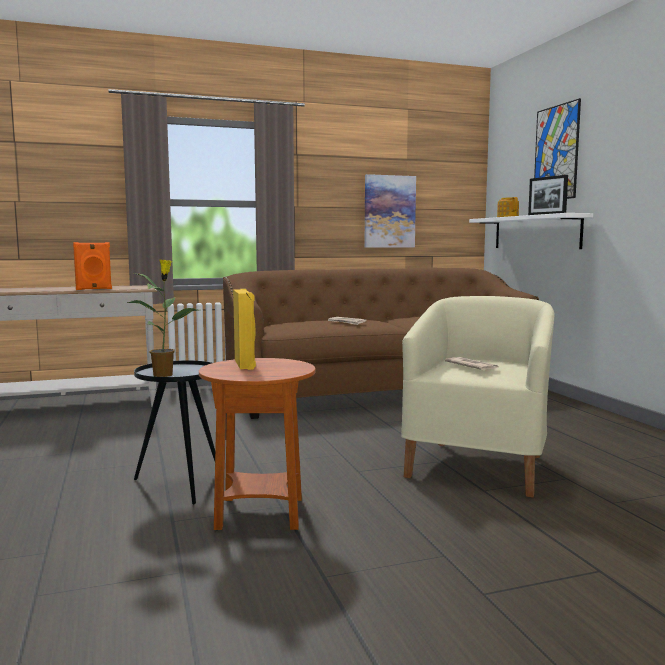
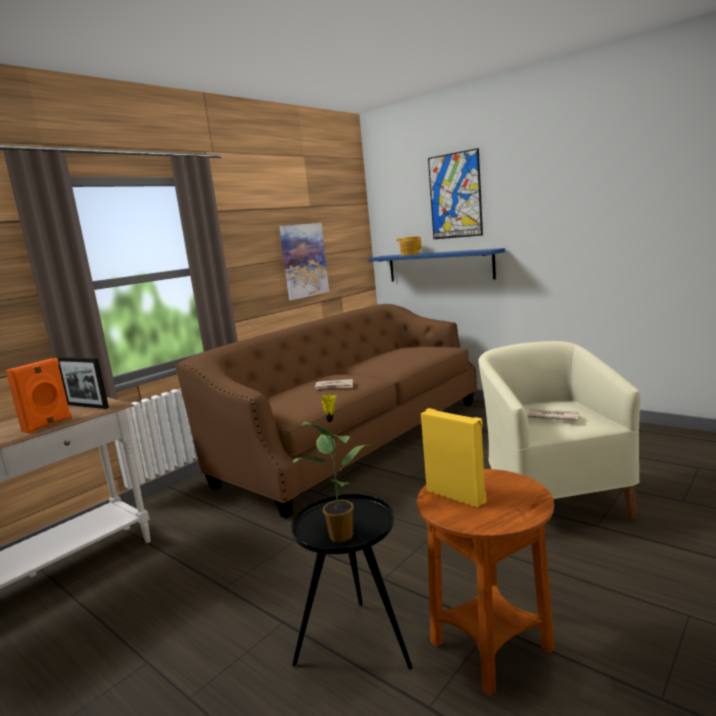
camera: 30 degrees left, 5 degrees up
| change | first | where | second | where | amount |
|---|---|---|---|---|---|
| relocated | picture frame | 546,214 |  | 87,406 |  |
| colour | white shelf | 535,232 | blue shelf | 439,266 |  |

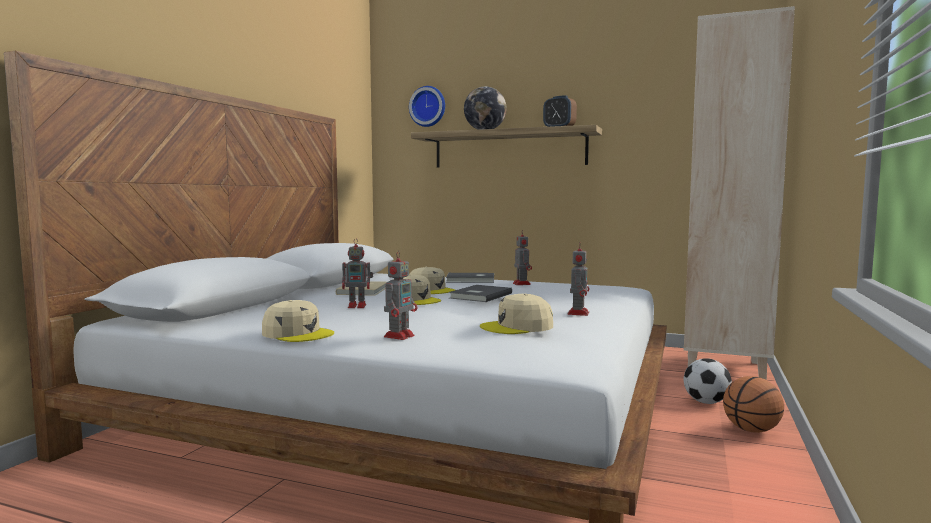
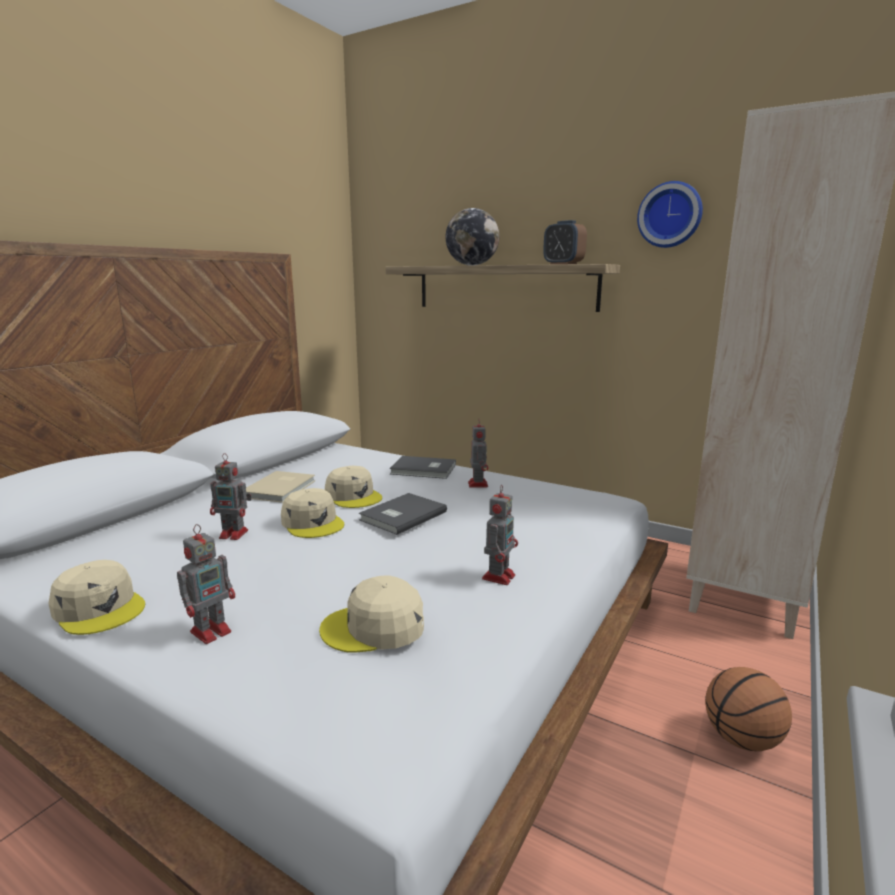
camera: 10 degrees right, 10 degrees up
| change | first | where | second | where | amount |
|---|---|---|---|---|---|
| relocated | wall clock | 428,106 |  | 670,215 |  |
| missing | football | 706,402 |  |  |  |

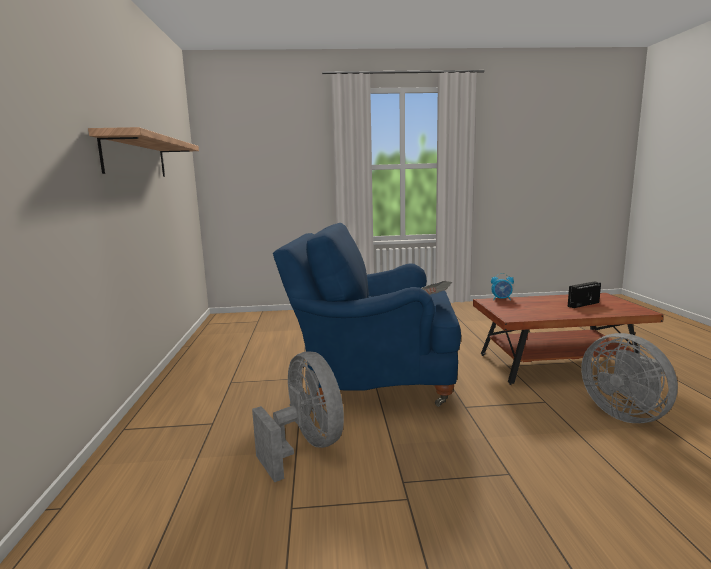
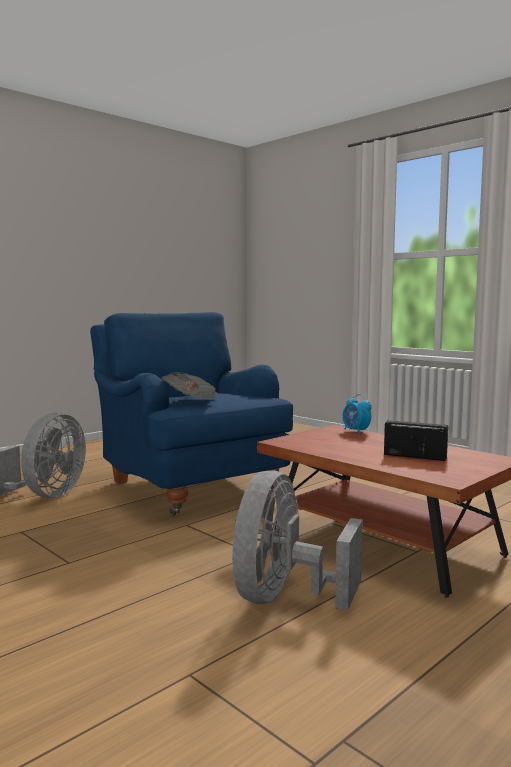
camera: 50 degrees right, 5 degrees down
| change | first | where | second | where | amount |
|---|---|---|---|---|---|
| missing | shelf | 135,157 |  |  |  |

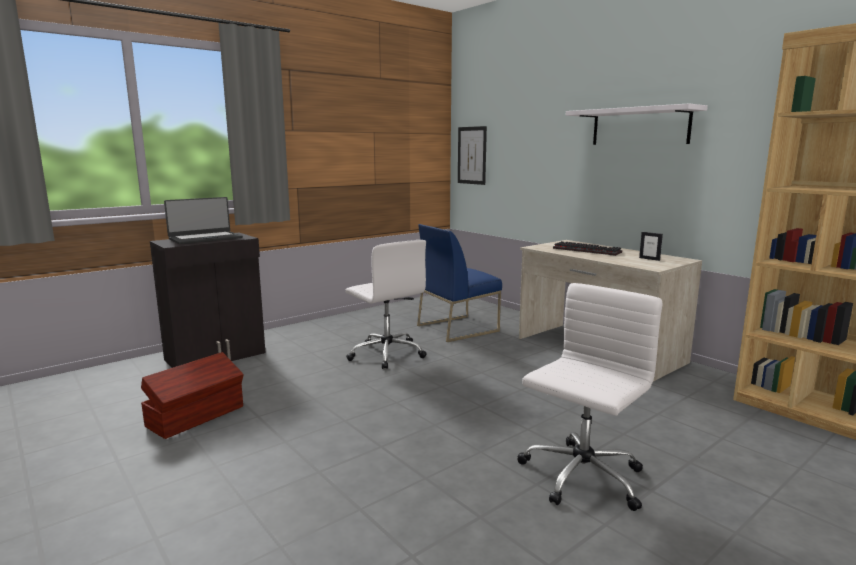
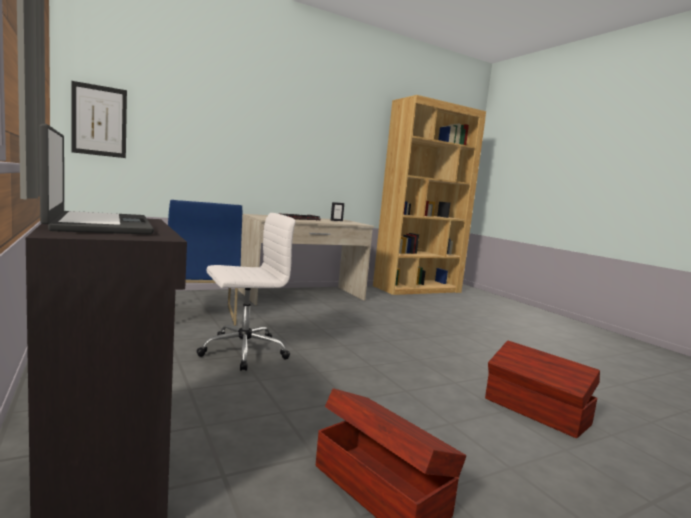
camera: 80 degrees left, 5 degrees down
| change | first | where | second | where | amount |
|---|---|---|---|---|---|
| appeared |  |  | brown storage box | 536,412 |  |
| missing | white office chair | 580,477 |  |  |  |
| missing | white shelf | 639,126 |  |  |  |

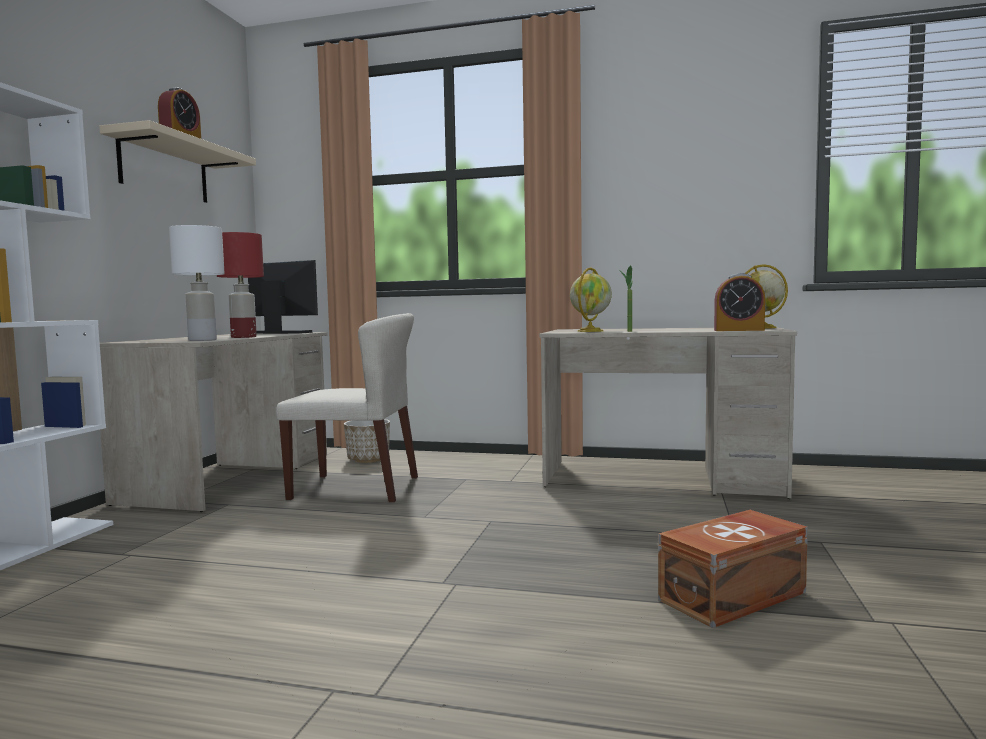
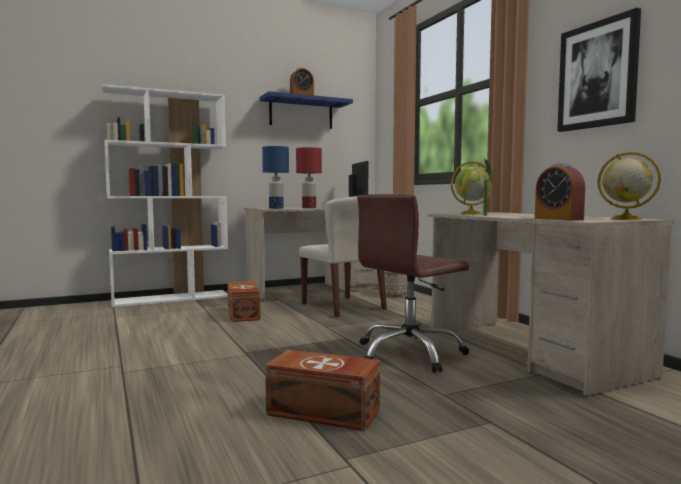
camera: 50 degrees right, 0 degrees up
| change | first | where | second | where | amount |
|---|---|---|---|---|---|
| appeared |  |  | brown storage box | 242,314 |  |
| colour | beige shelf | 164,169 | blue shelf | 301,113 |  |
| colour | white table lamp | 202,340 | blue table lamp | 275,208 |  |
| appeared |  |  | brown office chair | 410,354 |  |
| appeared |  |  | picture | 597,75 |  |

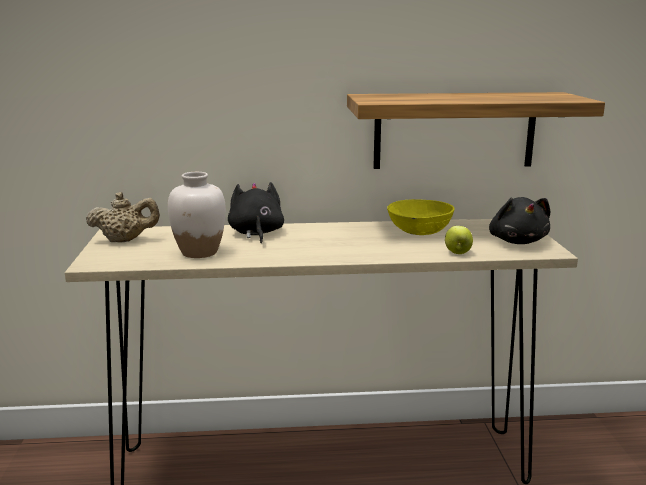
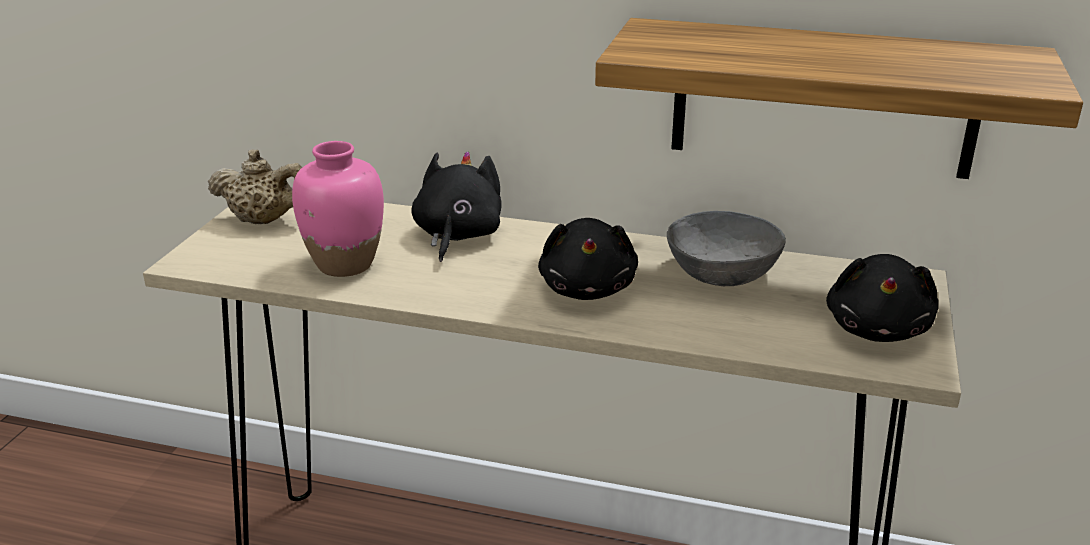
camera: 20 degrees right, 10 degrees up
| change | first | where | second | where | amount |
|---|---|---|---|---|---|
| colour | white vase | 199,252 | pink vase | 344,264 |  |
| appeared |  |  | black plush toy | 588,289 |  |
| colour | yellow bowl | 420,231 | grey bowl | 724,273 |  |
| missing | apple | 457,253 |  |  |  |

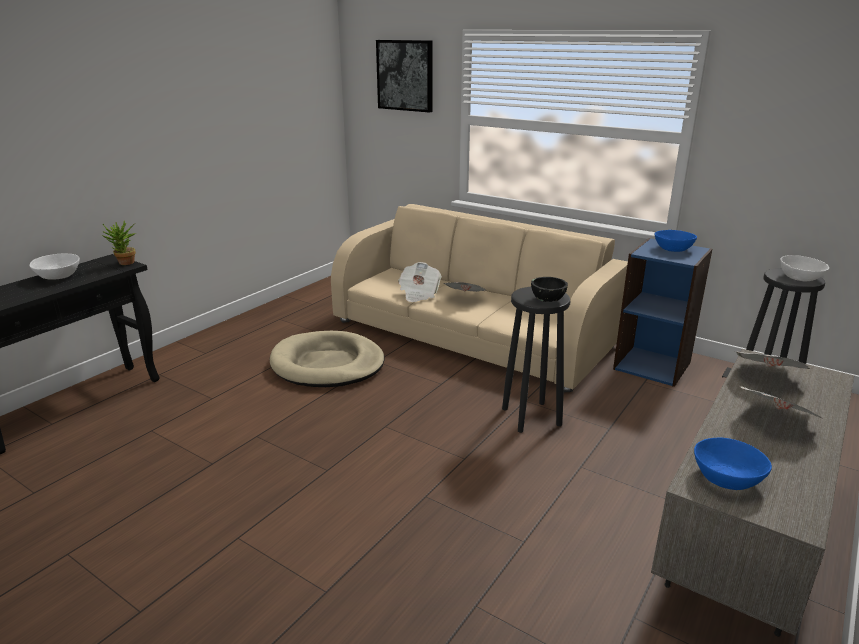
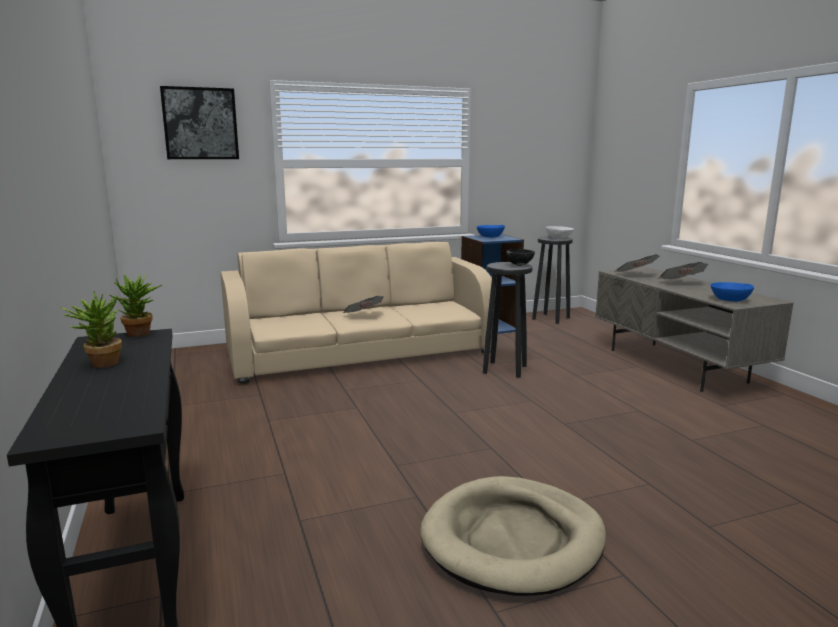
camera: 55 degrees left, 10 degrees down
| change | first | where | second | where | amount |
|---|---|---|---|---|---|
| exchanged | white bowl | 59,276 | potted plant | 99,364 |  |
| relocated | beige dog bed | 327,364 |  | 513,540 |  |
| missing | newspaper | 419,294 |  |  |  |

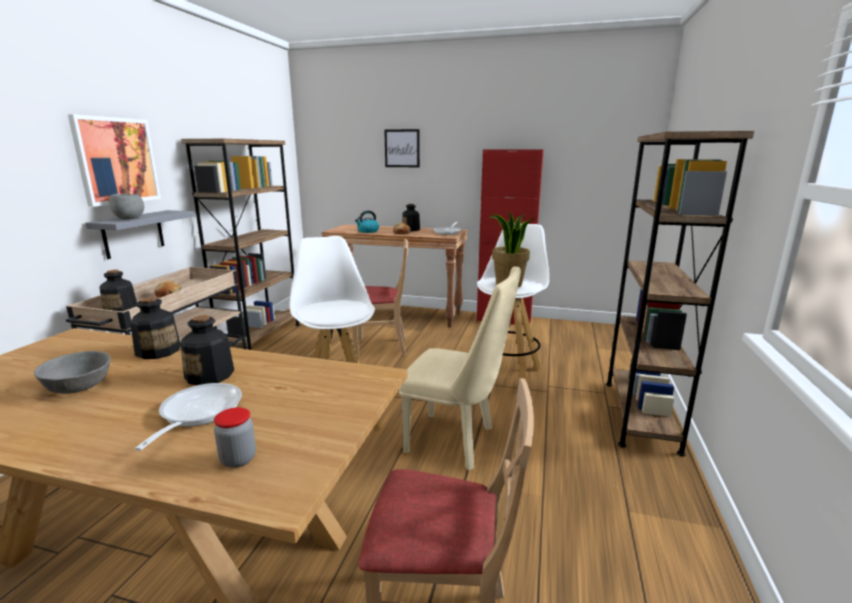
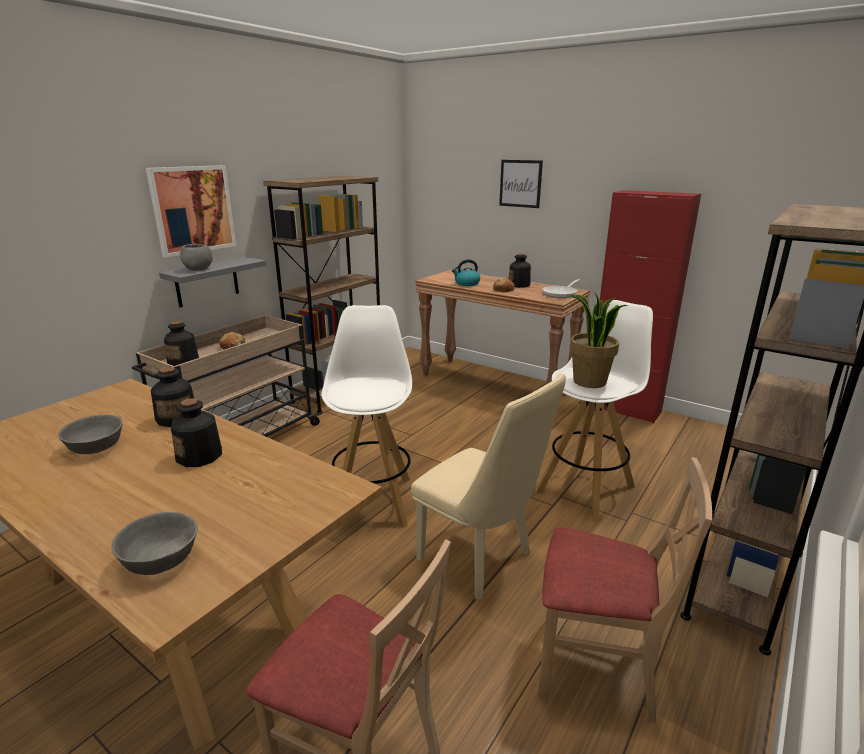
camera: 20 degrees right, 5 degrees up
| change | first | where | second | where | amount |
|---|---|---|---|---|---|
| exchanged | jar | 238,459 | grey bowl | 161,559 |  |
| relocated | beige chair | 380,348 |  | 596,667 |  |
| missing | frying pan | 197,413 |  |  |  |

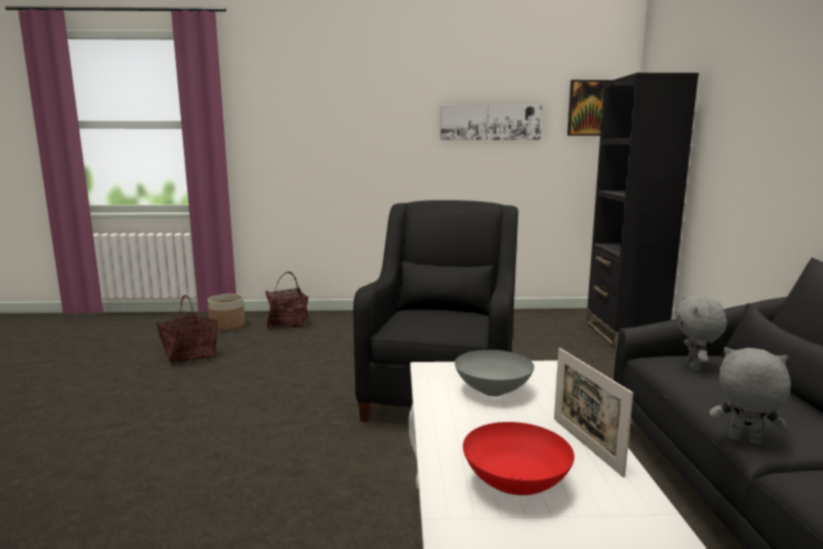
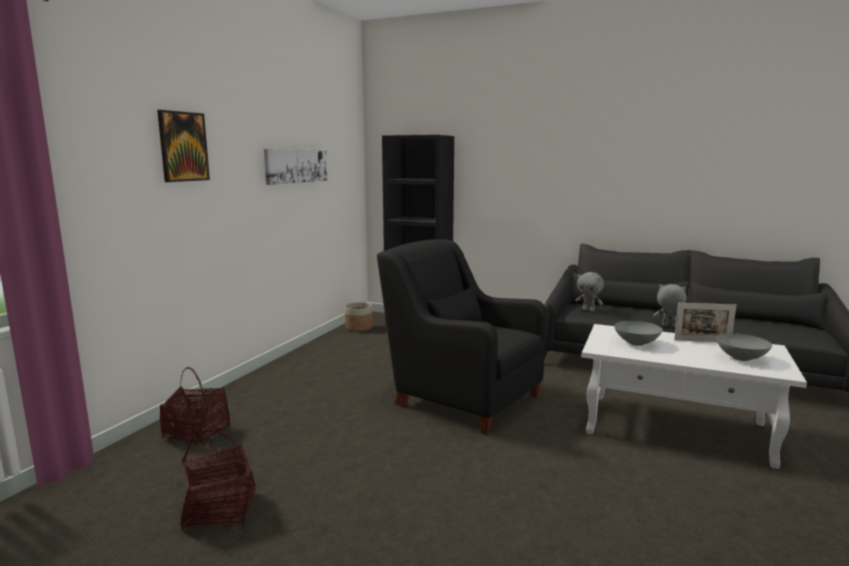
camera: 65 degrees left, 0 degrees up
| change | first | where | second | where | amount |
|---|---|---|---|---|---|
| relocated | picture | 590,108 |  | 183,146 |  |
| relocated | planter | 228,326 |  | 358,327 |  |
| spun | grey plush toy | 743,440 |  | 668,326 | 60 degrees clockwise |
| colour | red bowl | 514,485 | grey bowl | 741,358 |  |

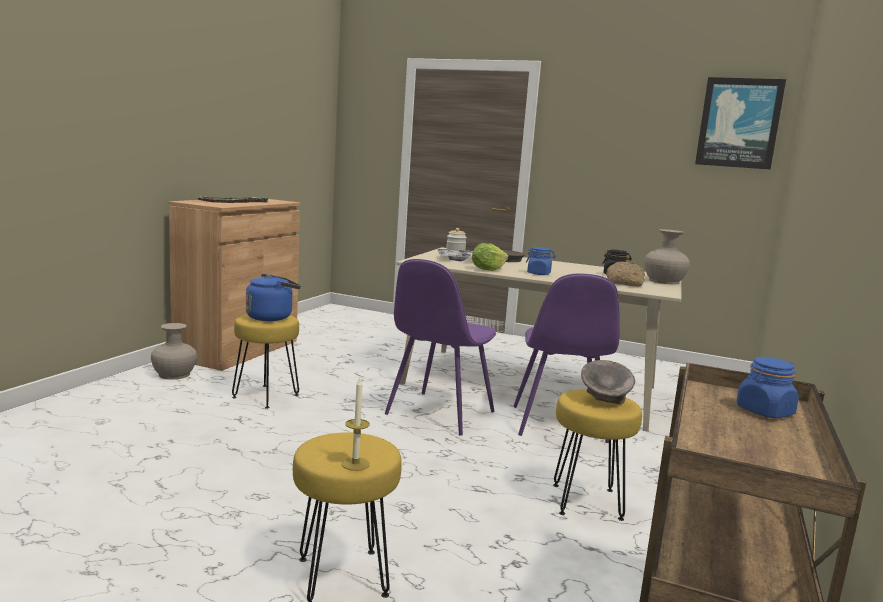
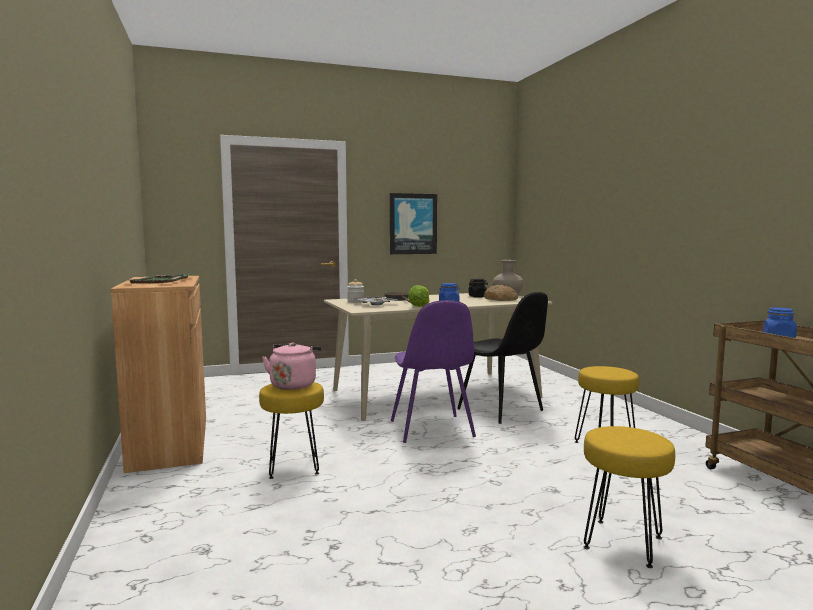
camera: 40 degrees left, 5 degrees down
| change | first | where | second | where | amount |
|---|---|---|---|---|---|
| colour | blue kettle | 272,317 | pink kettle | 294,385 |  |
| relocated | picture | 739,123 |  | 413,224 |  |
| colour | purple chair | 558,425 | black chair | 501,410 |  |
| missing | beige vase | 174,374 |  |  |  |
| missing | candle | 355,464 |  |  |  |
| missing | grey bowl | 605,401 |  |  |  |

